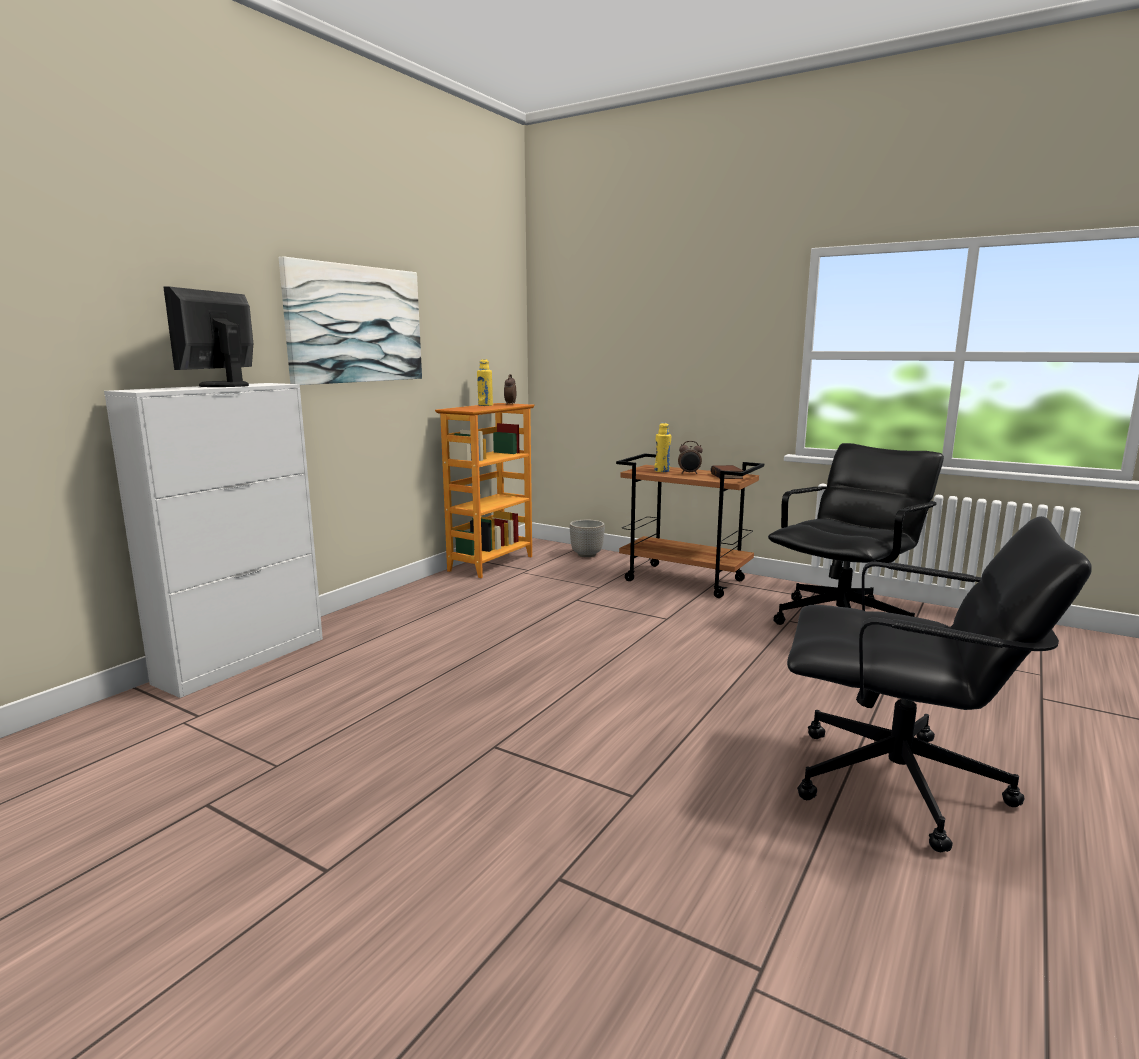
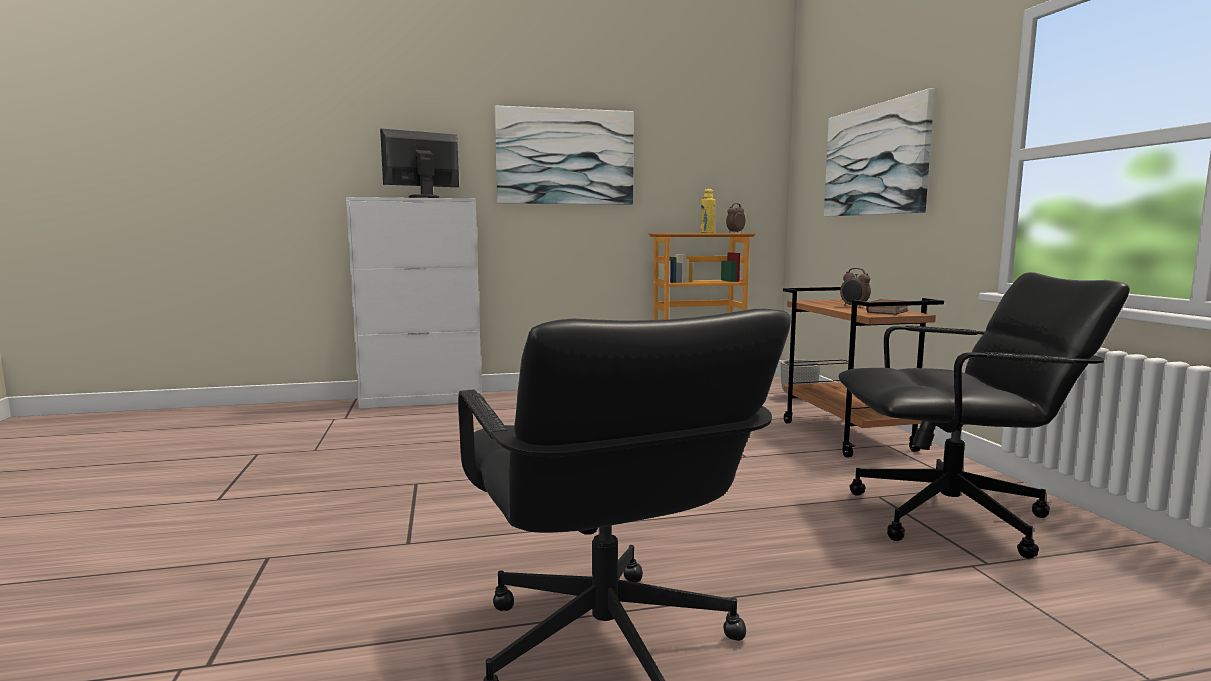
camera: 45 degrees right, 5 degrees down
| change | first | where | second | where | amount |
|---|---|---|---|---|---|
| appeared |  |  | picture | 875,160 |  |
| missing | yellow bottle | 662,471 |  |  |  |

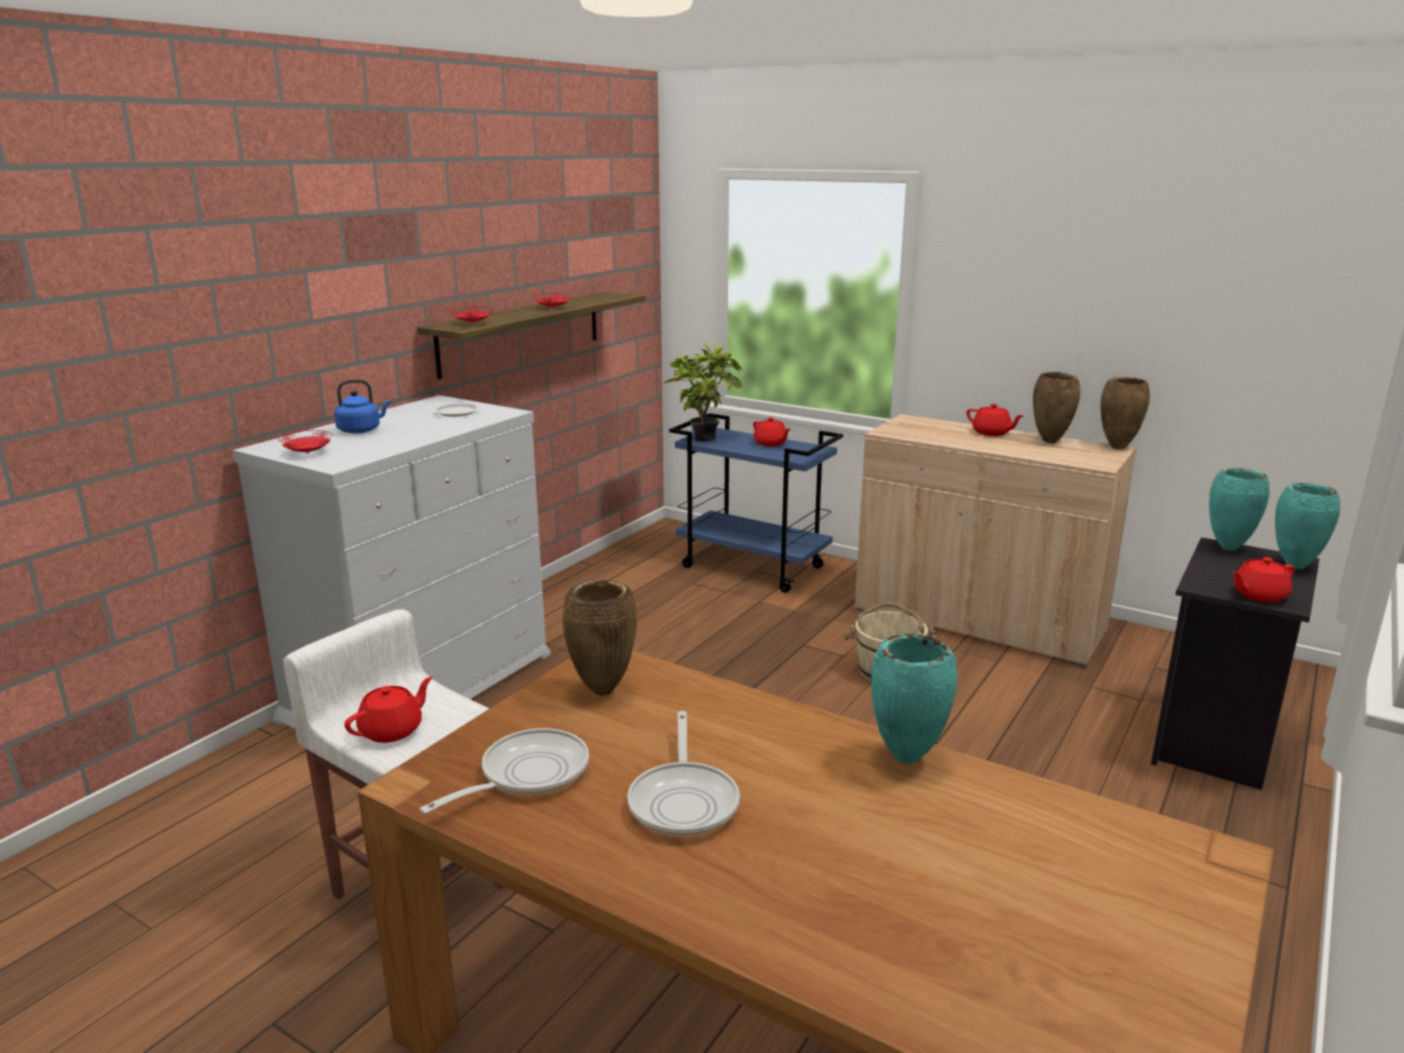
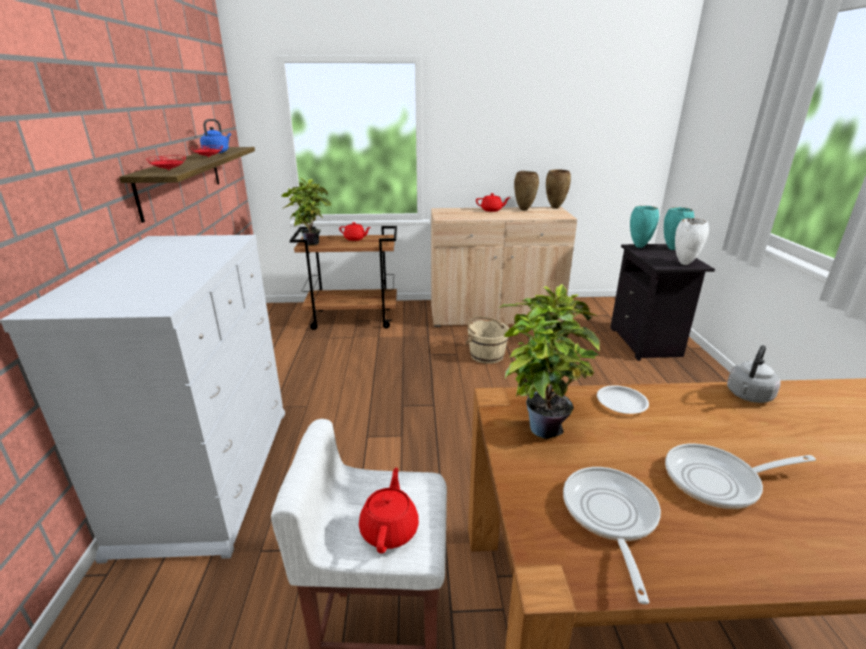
camera: 35 degrees left, 5 degrees up
| change | first | where | second | where | amount |
|---|---|---|---|---|---|
| relocated | blue kettle | 361,430 |  | 217,152 |  |
| colour | blue cart | 754,567 | brown cart | 353,318 |  |
| exchanged | brown vase | 602,690 | potted plant | 539,424 |  |
| relocated | white plate | 457,413 |  | 622,403 |  |
| spun | frying pan | 684,801 |  | 718,481 | 120 degrees clockwise |
| exchanged | red teapot | 1258,595 | white vase | 684,264 |  |
| exchanged | turquoise vase | 905,759 | grey kettle | 748,396 |  |
| missing | red plate | 307,453 |  |  |  |

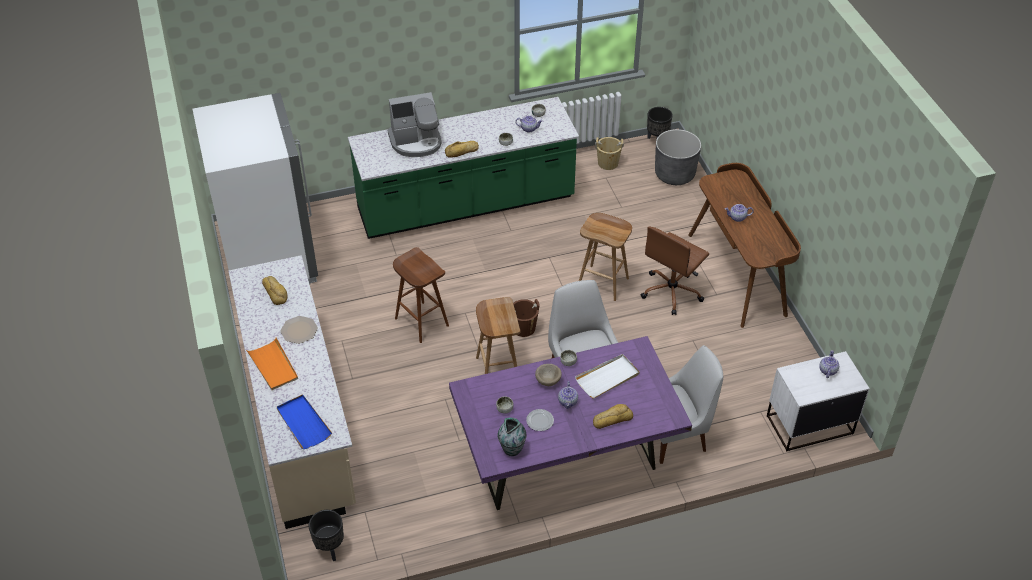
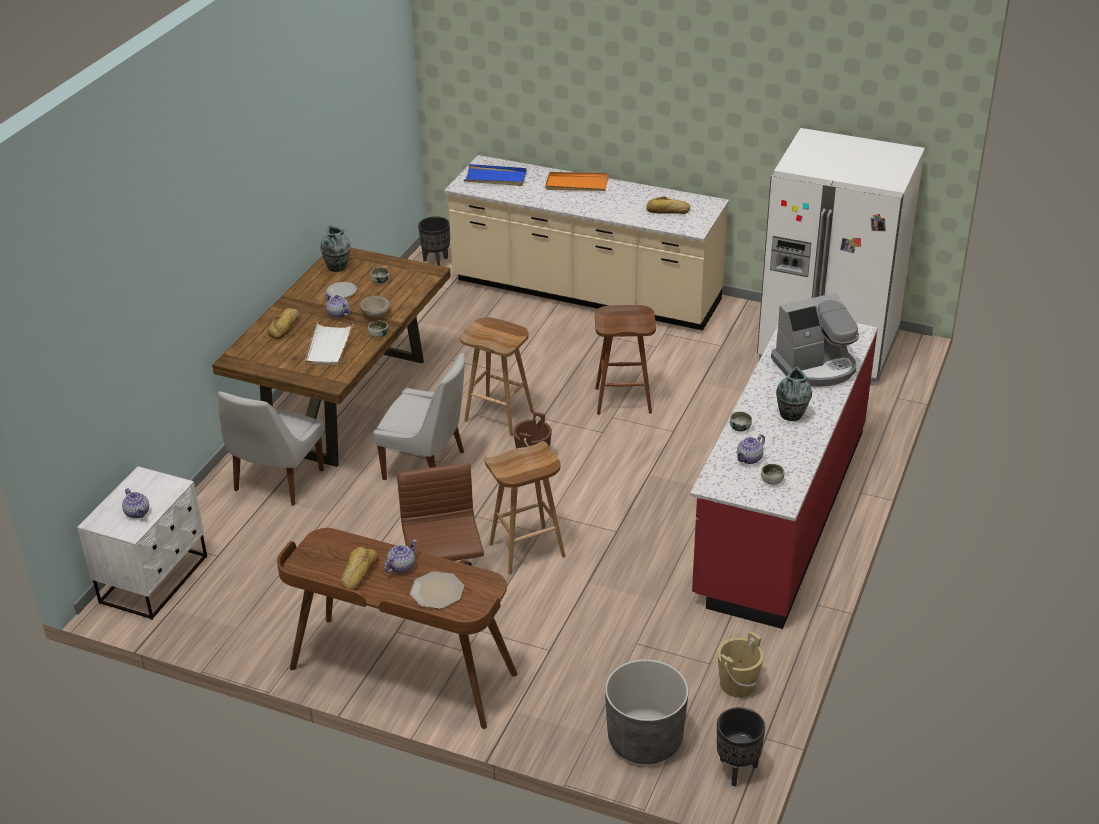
camera: 130 degrees right, 10 degrees down
| change | first | where | second | where | amount |
|---|---|---|---|---|---|
| colour | purple dining table | 566,461 | brown dining table | 346,405 |  |
| relocated | bread | 462,152 |  | 358,573 |  |
| relocated | plate | 299,330 |  | 436,591 |  |
| colour | green counter | 466,205 | red counter | 780,512 |  |
| spun | coffee machine | 416,142 |  | 815,366 | 135 degrees counterclockwise |
| appeared |  |  | vase | 791,415 |  |

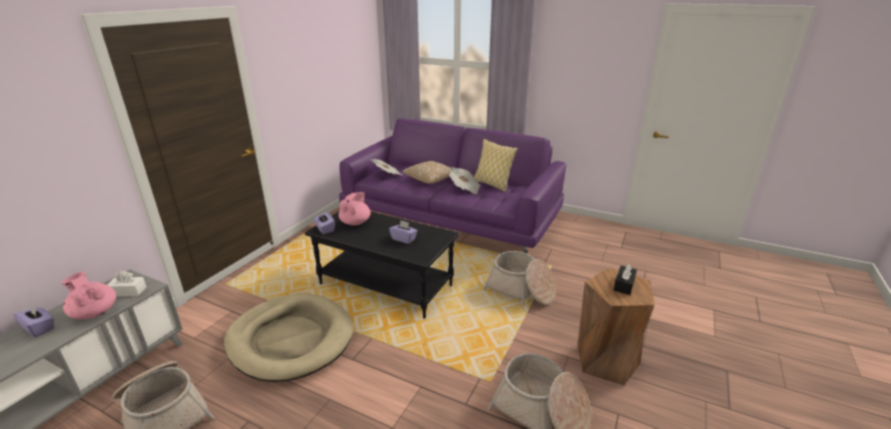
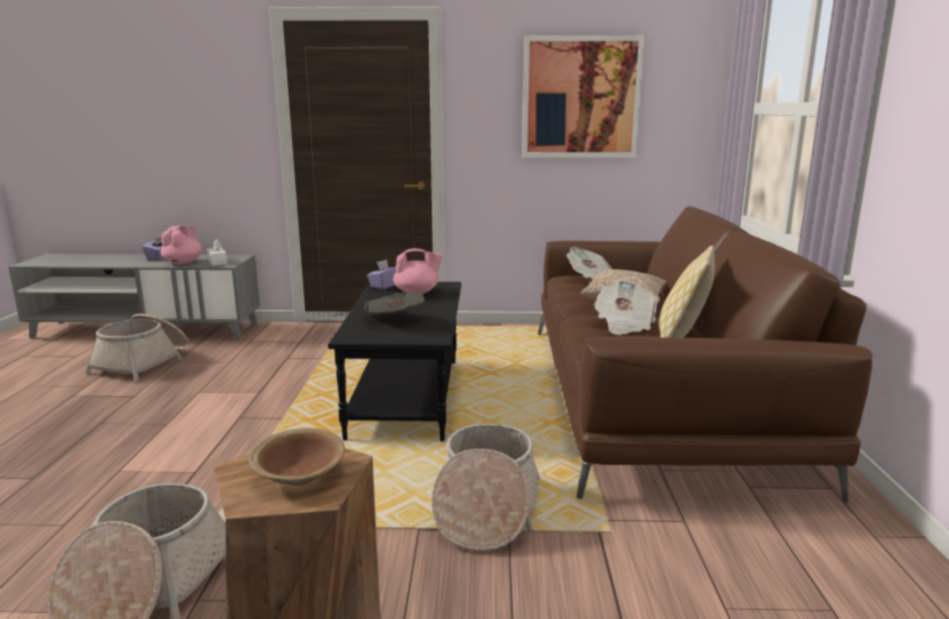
camera: 65 degrees right, 10 degrees down
| change | first | where | second | where | amount |
|---|---|---|---|---|---|
| exchanged | black tissue box | 624,285 | brown bowl | 299,476 |  |
| exchanged | purple tissue box | 404,239 | newspaper | 394,320 |  |
| appeared |  |  | picture | 581,98 |  |
| colour | purple sofa | 452,219 | brown sofa | 653,398 |  |
| missing | beige dog bed | 291,339 |  |  |  |

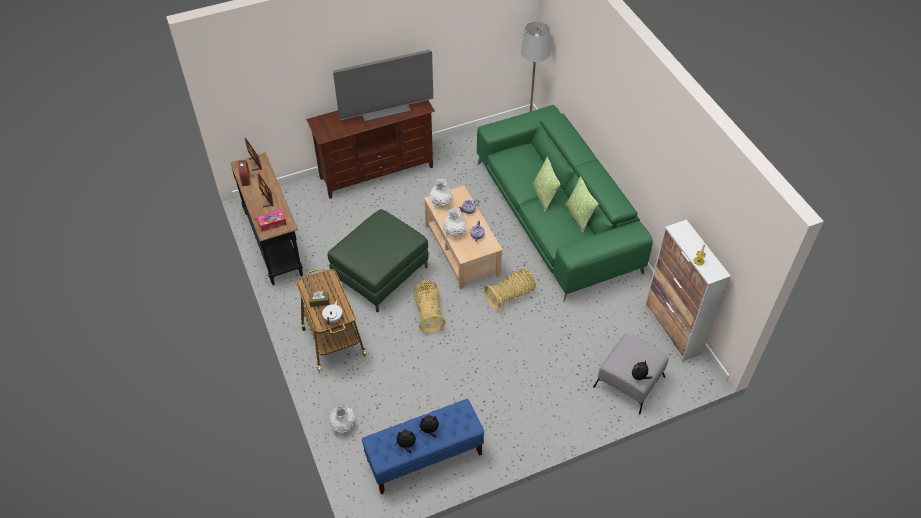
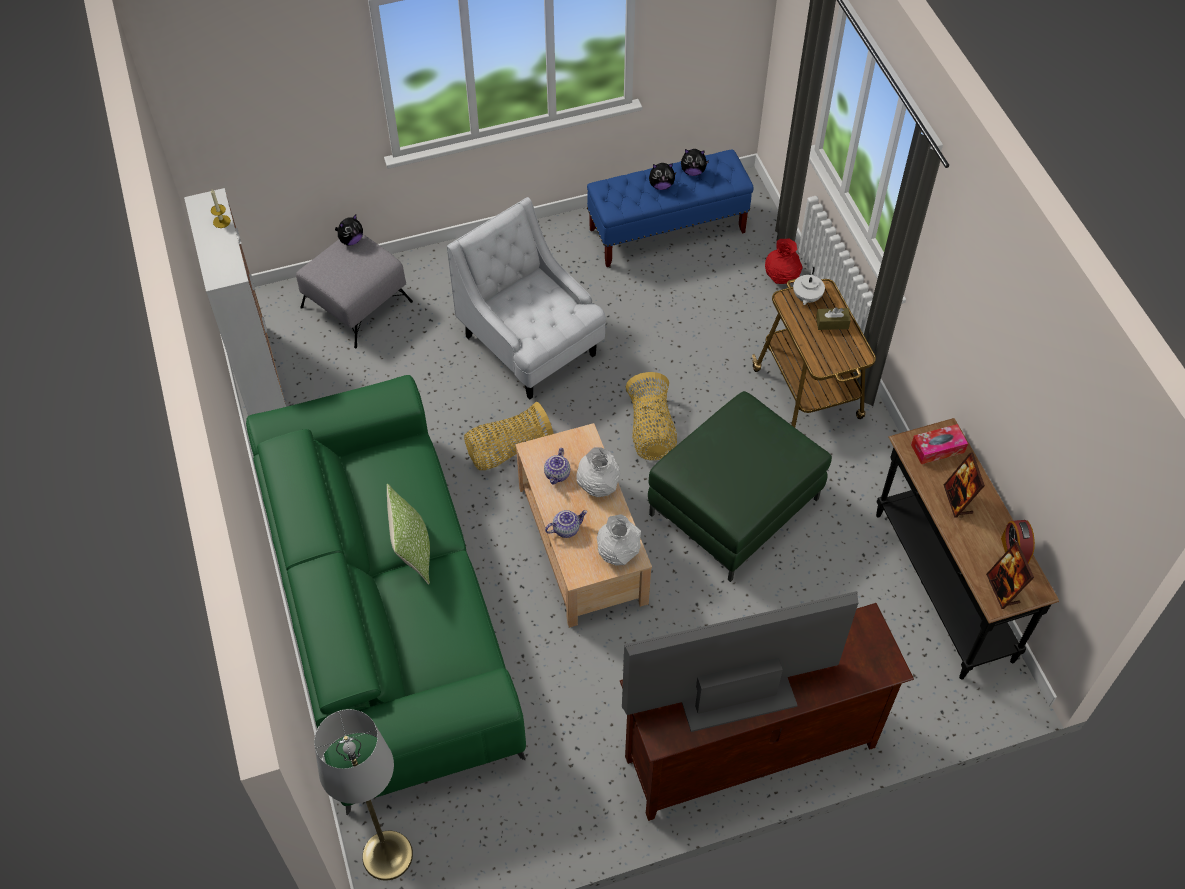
camera: 175 degrees left, 5 degrees up
| change | first | where | second | where | amount |
|---|---|---|---|---|---|
| appeared |  |  | white armchair | 531,347 |  |
| colour | white vase | 343,425 | red vase | 782,277 |  |
| missing | pillow | 579,217 |  |  |  |

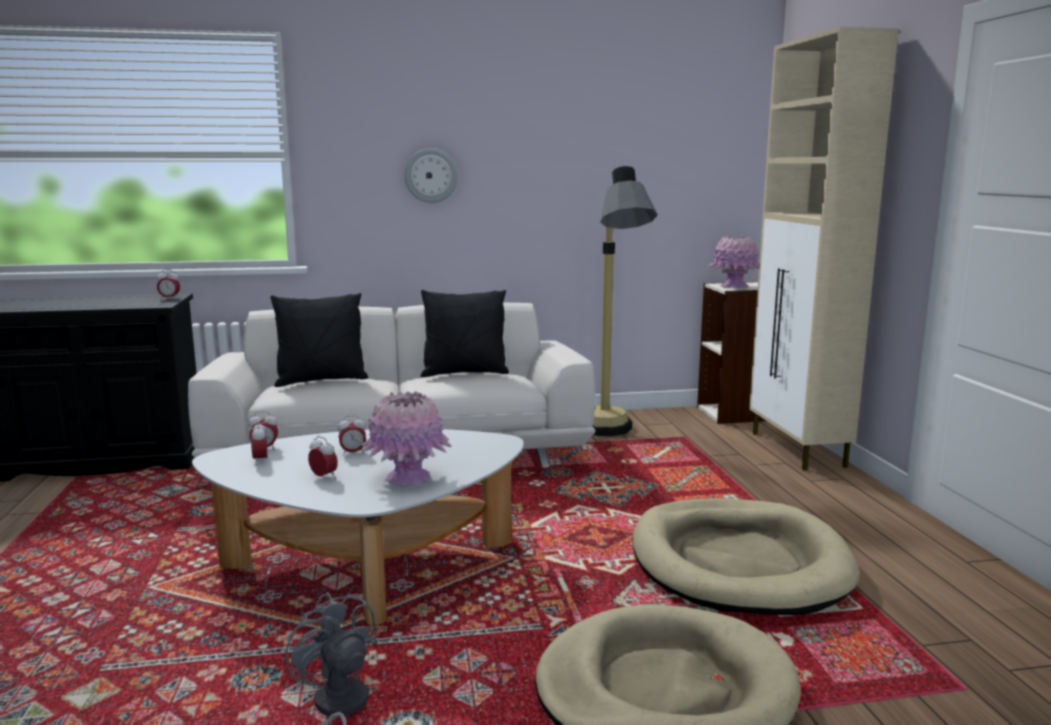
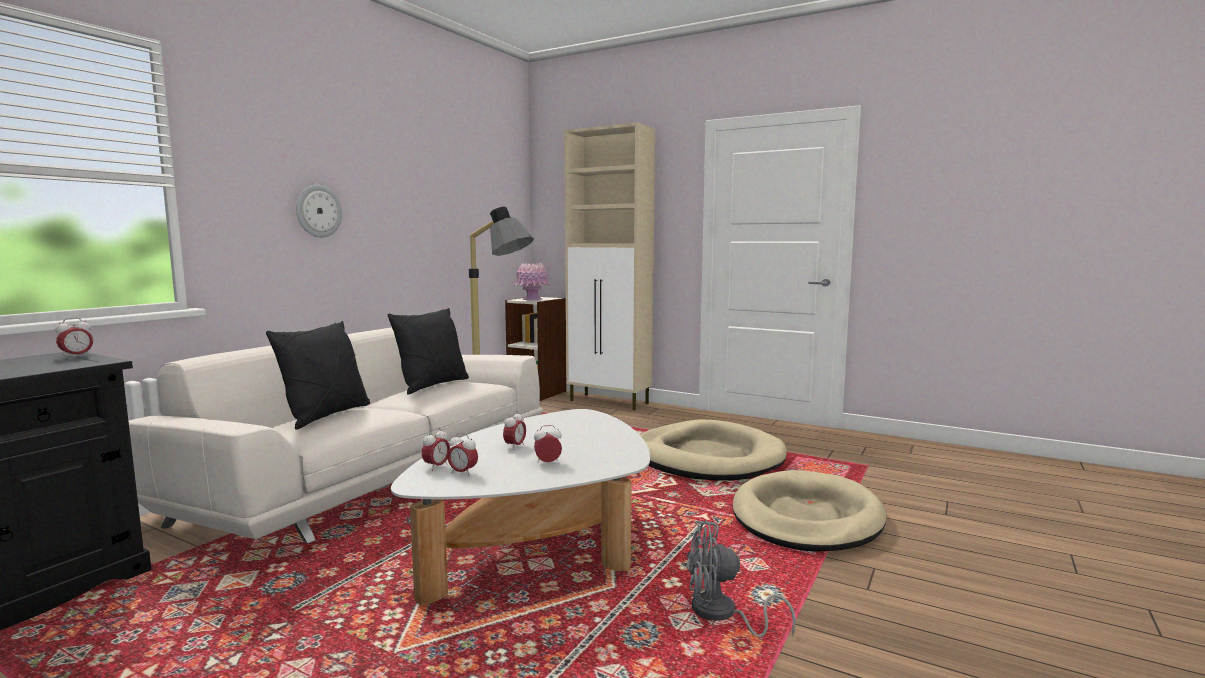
camera: 50 degrees left, 5 degrees down
| change | first | where | second | where | amount |
|---|---|---|---|---|---|
| missing | pink vase | 407,478 |  |  |  |

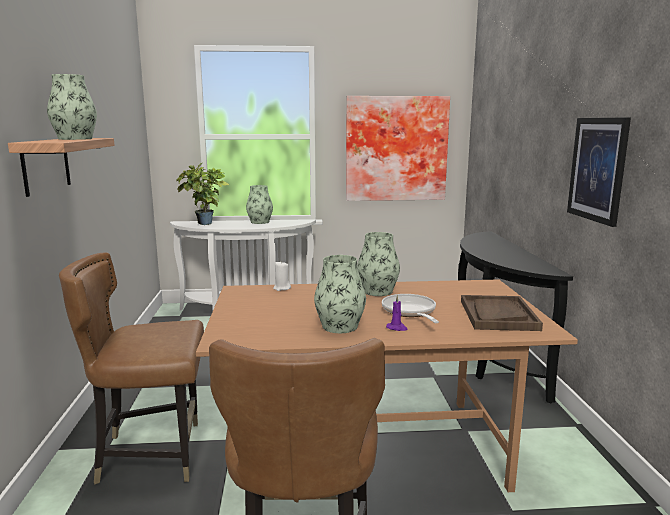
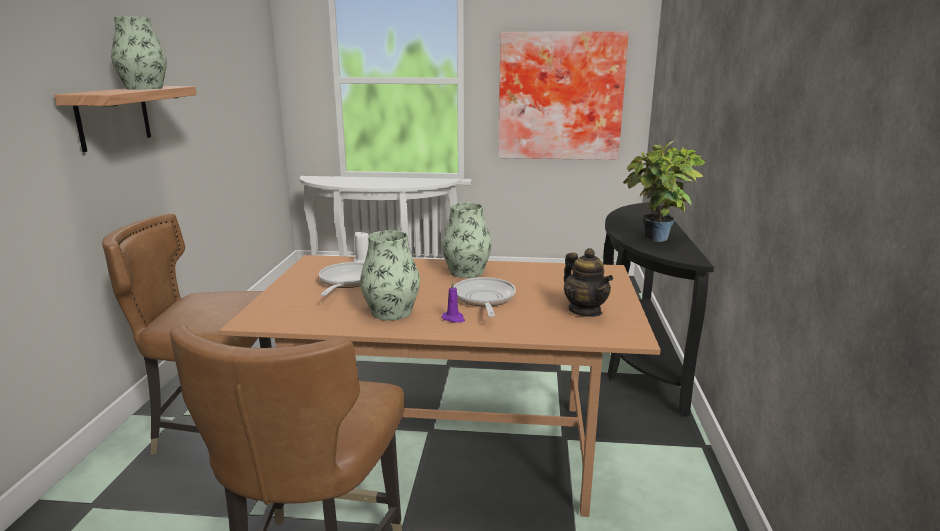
camera: 10 degrees right, 5 degrees up
| change | first | where | second | where | amount |
|---|---|---|---|---|---|
| appeared |  |  | frying pan | 346,282 |  |
| exchanged | brown tray | 498,315 | teapot | 585,311 |  |
| relocated | potted plant | 204,224 |  | 657,240 |  |
| missing | vase | 260,222 |  |  |  |
| missing | picture | 597,169 |  |  |  |

